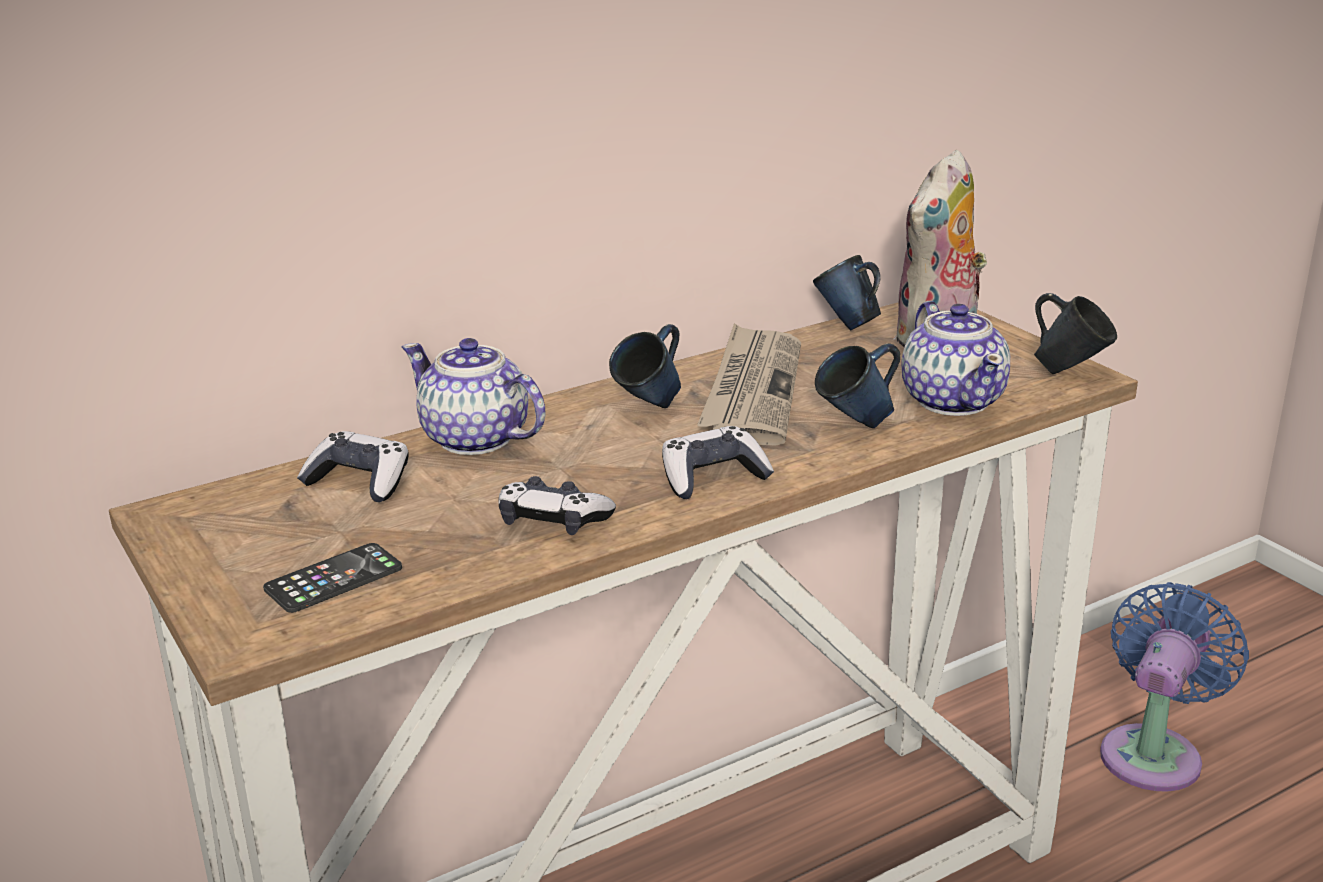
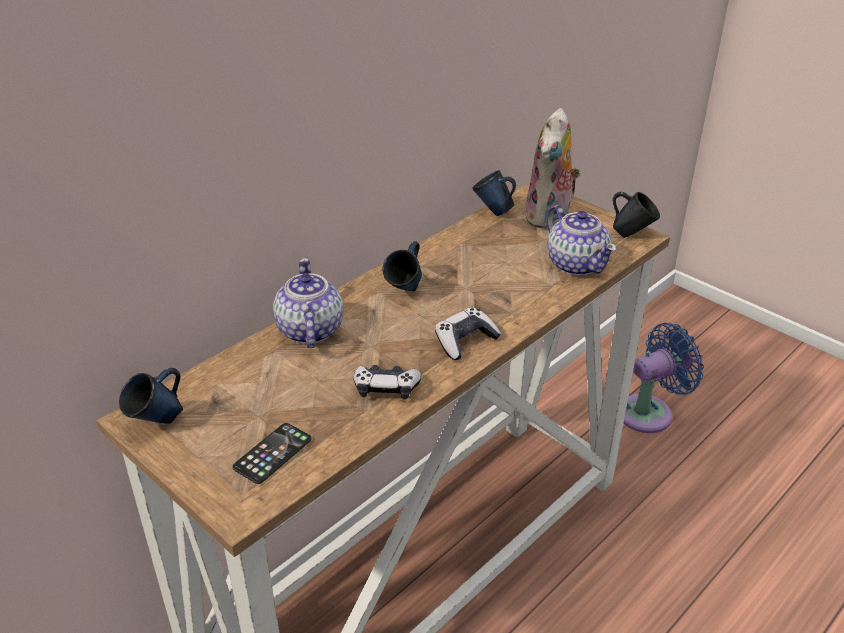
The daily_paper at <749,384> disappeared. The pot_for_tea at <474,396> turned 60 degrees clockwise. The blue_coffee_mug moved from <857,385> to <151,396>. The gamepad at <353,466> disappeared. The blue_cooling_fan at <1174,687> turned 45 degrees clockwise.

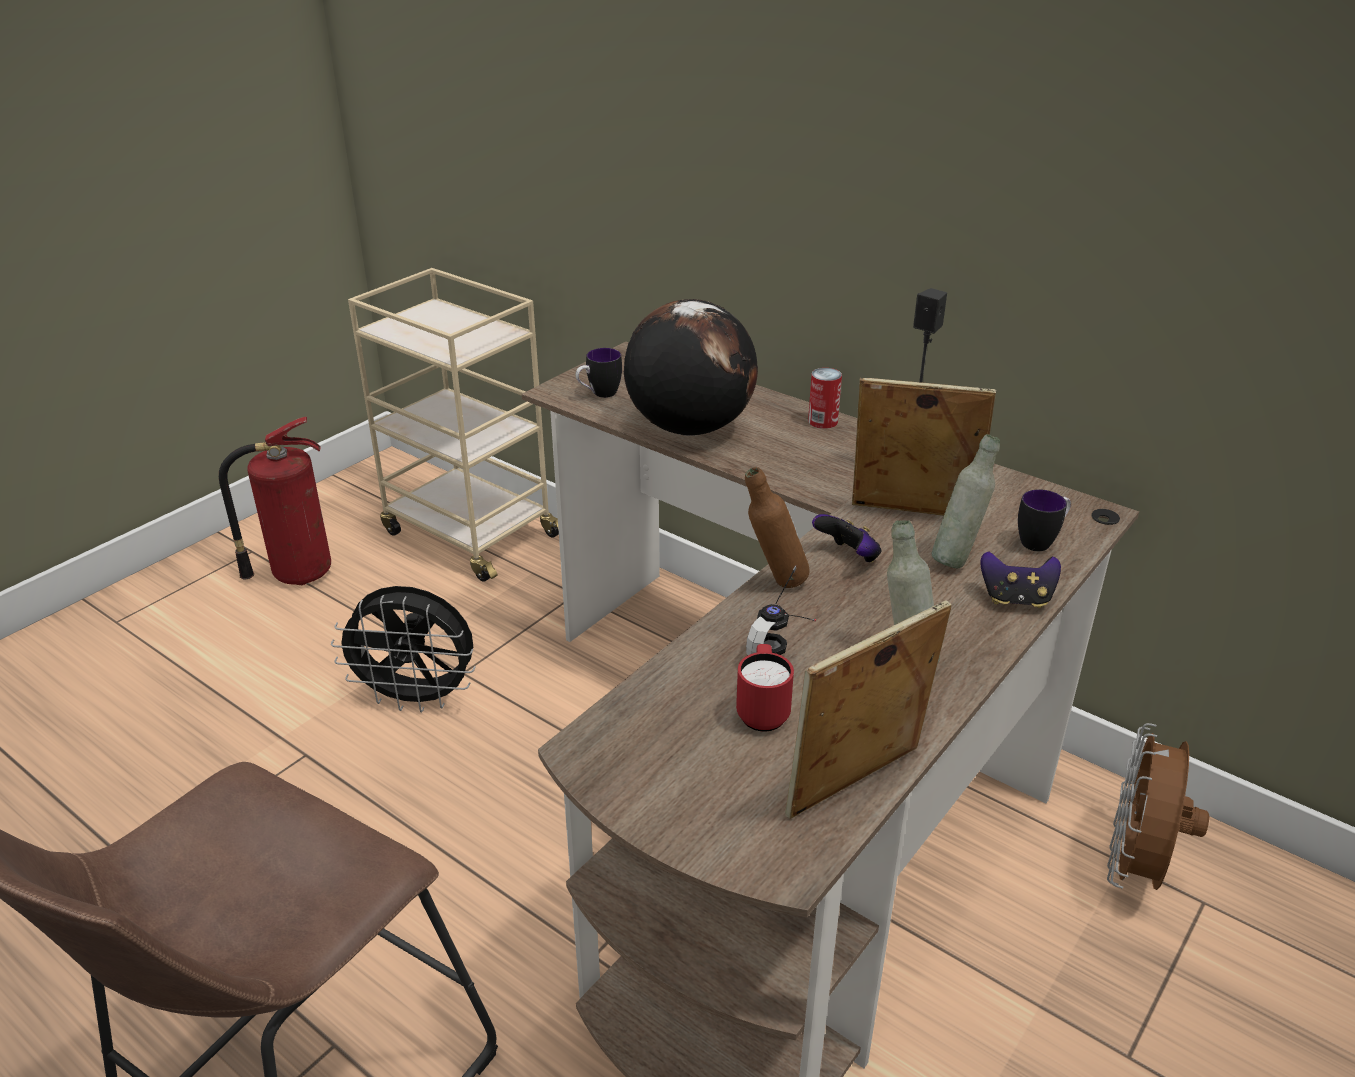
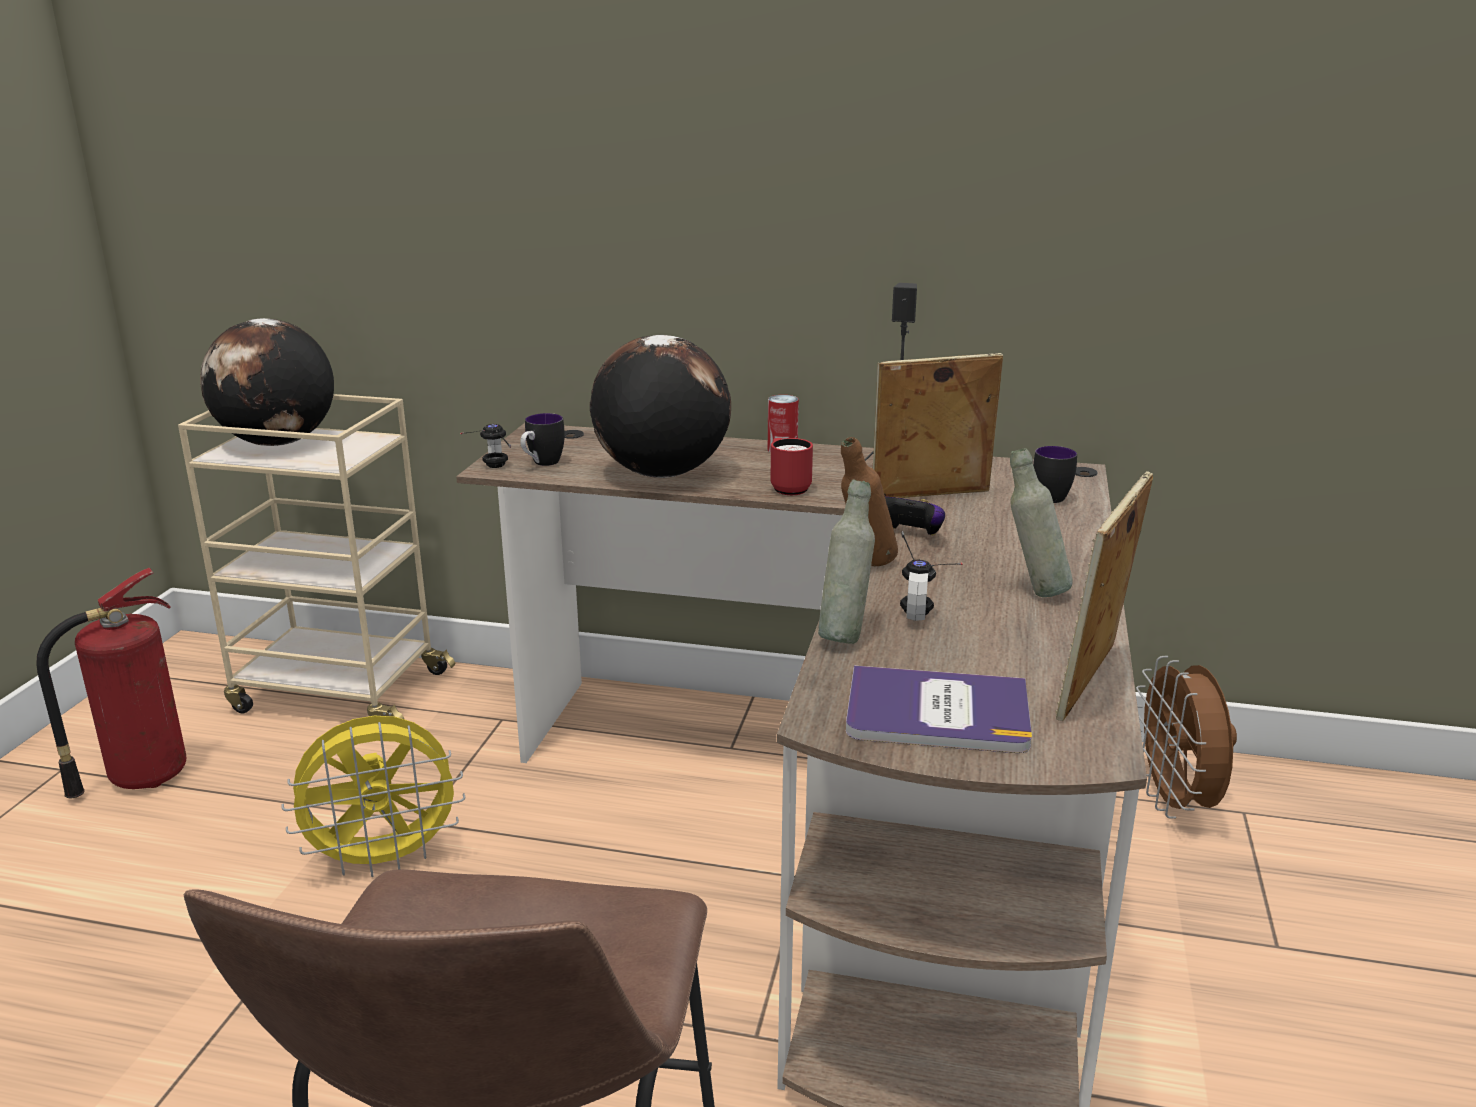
The grey_drink_bottle moved from <965,501> to <846,562>. The gamepad at <1020,580> disappeared. The black_cooling_fan at <403,649> became the yellow-coloured_cooling_fan at <373,796>. The red-coloured_coffee_mug moved from <765,688> to <791,466>. The globe at <267,382> appeared. The pair_of_headphones at <485,446> appeared. The book at <939,709> appeared.

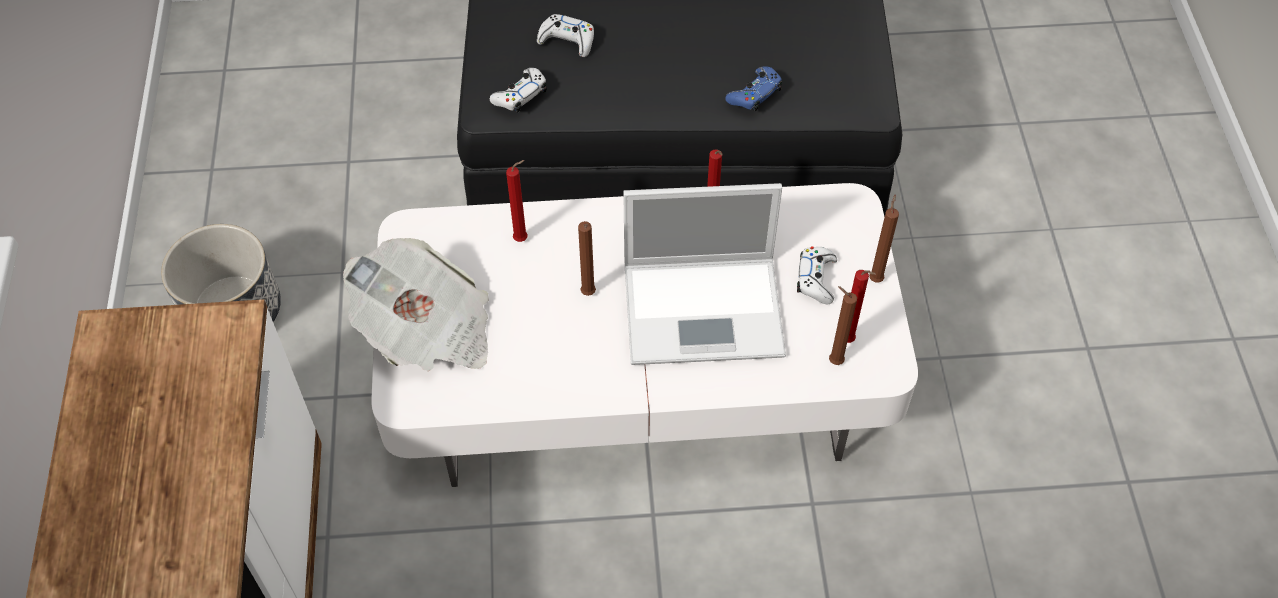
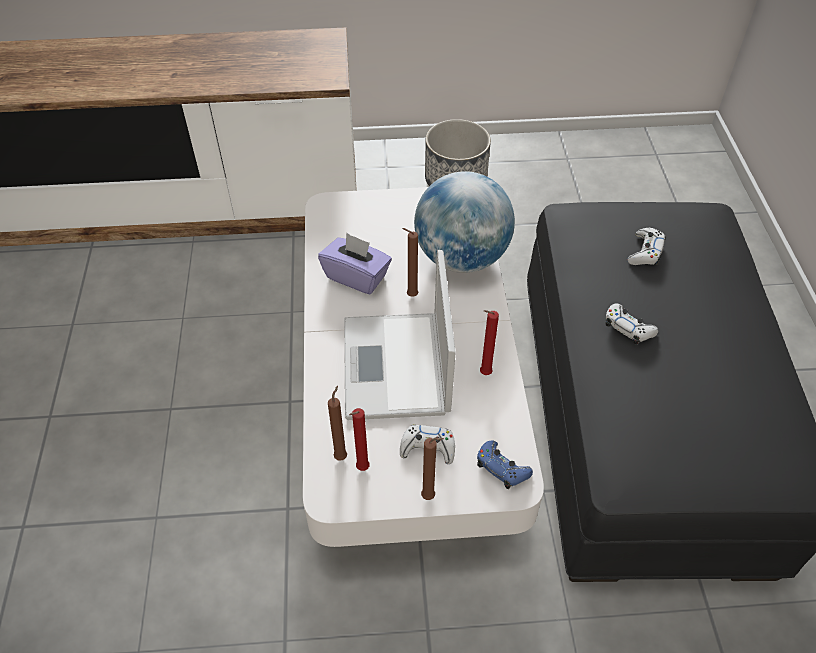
The blue_gamepad moved from <753,88> to <505,465>. The white-coloured_gamepad moved from <518,90> to <631,324>. The red-coloured_candle at <517,201> was replaced by the globe at <464,222>. The daily_paper at <416,304> disappeared. The purple_box_of_tissues at <355,263> appeared.

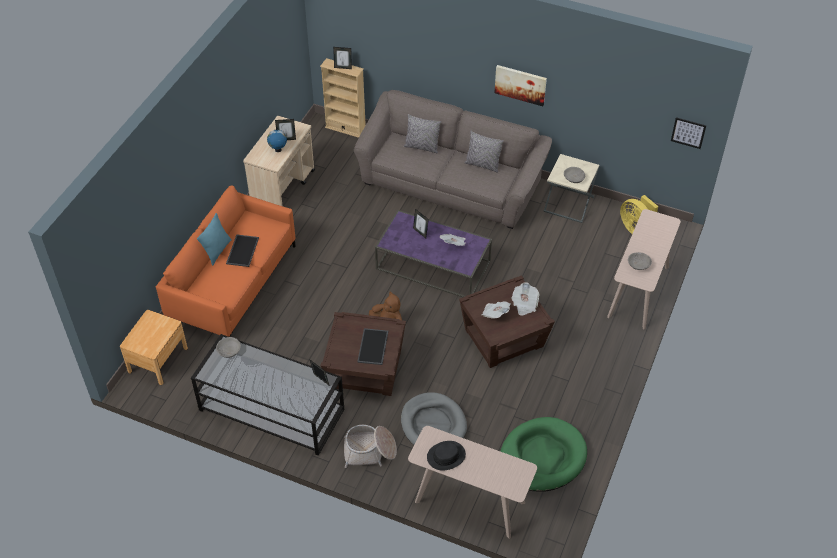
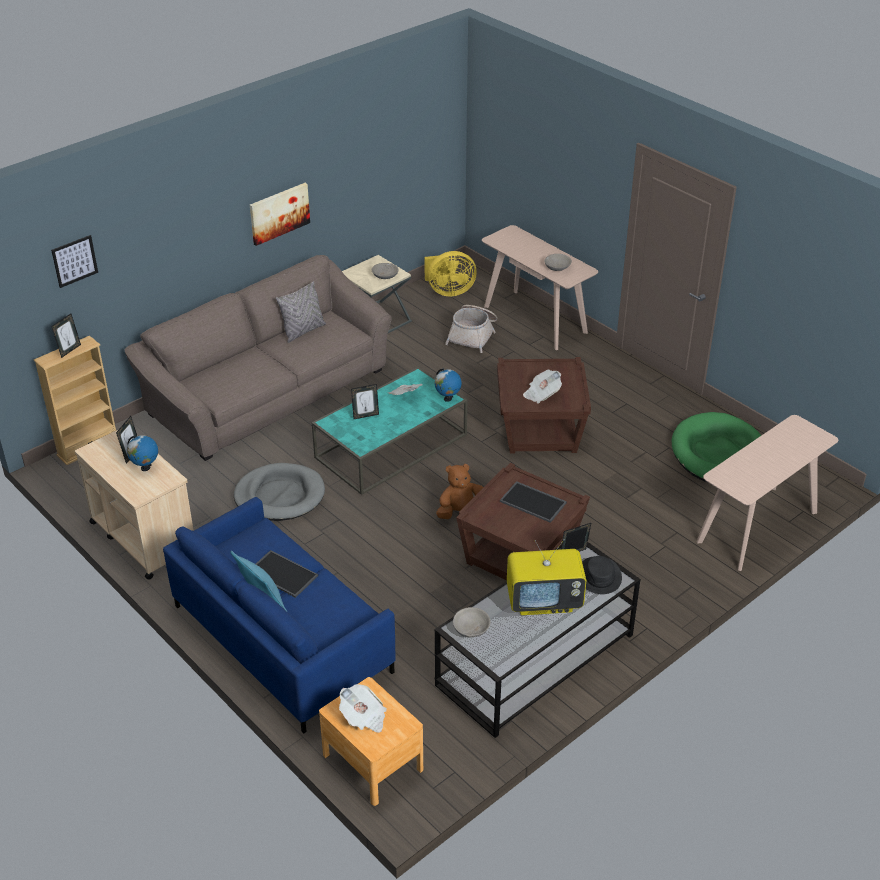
The grey_throw_pillow at <422,133> disappeared. The wall_art moved from <688,133> to <74,261>. The orange_couch at <226,261> became the blue_couch at <279,615>. The purple_coffee_table at <433,253> became the turquoise_coffee_table at <389,431>. The daily_paper moved from <525,299> to <363,708>. The grey_dog_cushion moved from <434,418> to <279,492>. The household_basket moved from <370,446> to <471,329>. The black_hat moved from <446,456> to <602,575>. The globe at <448,385> appeared. The TV_set at <546,577> appeared.

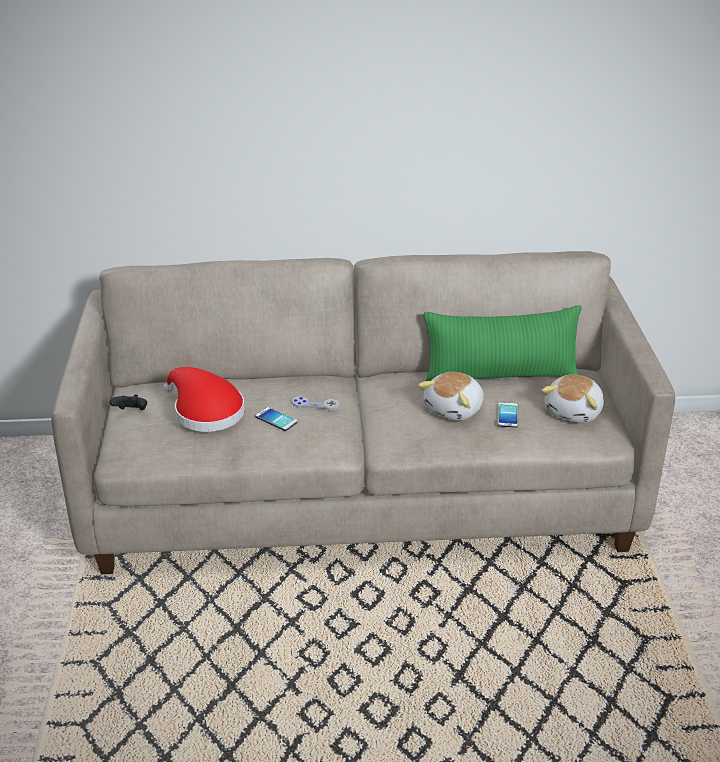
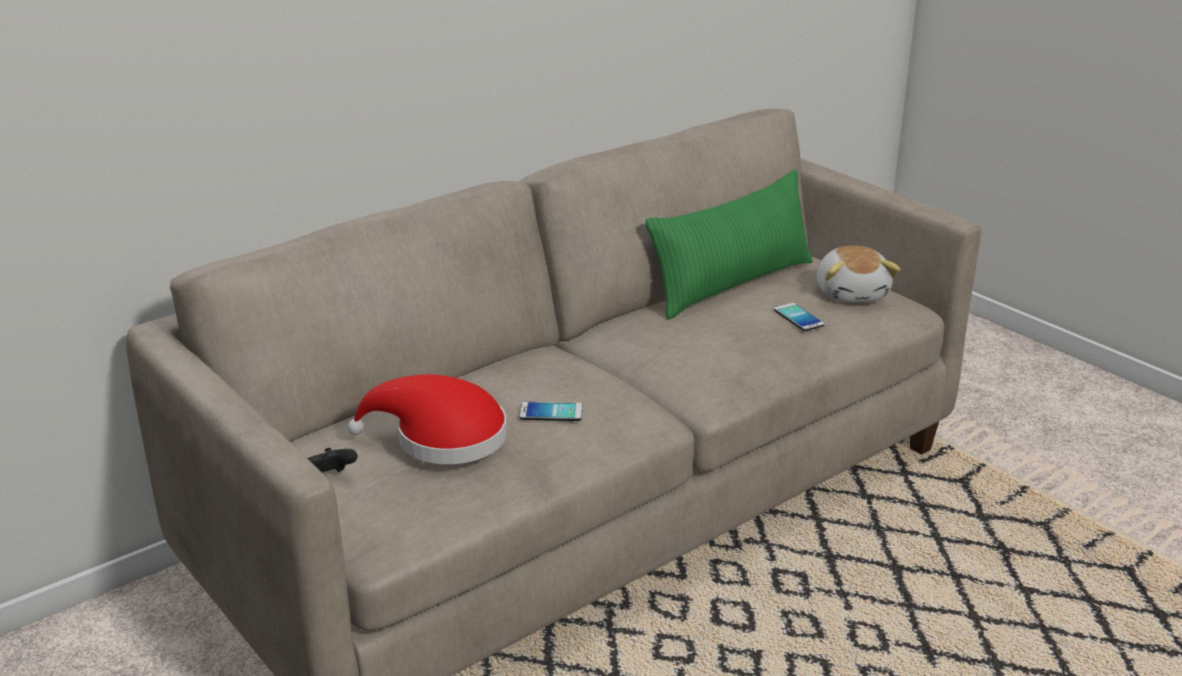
The plush_toy at <451,396> disappeared. The grey_gamepad at <316,403> disappeared.

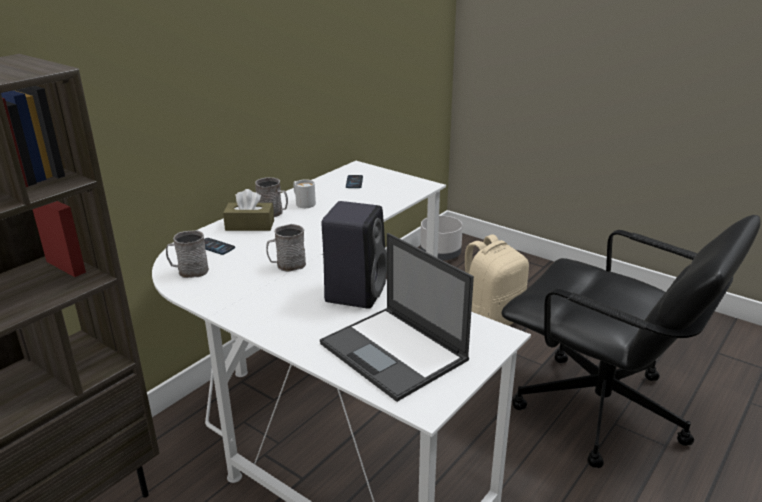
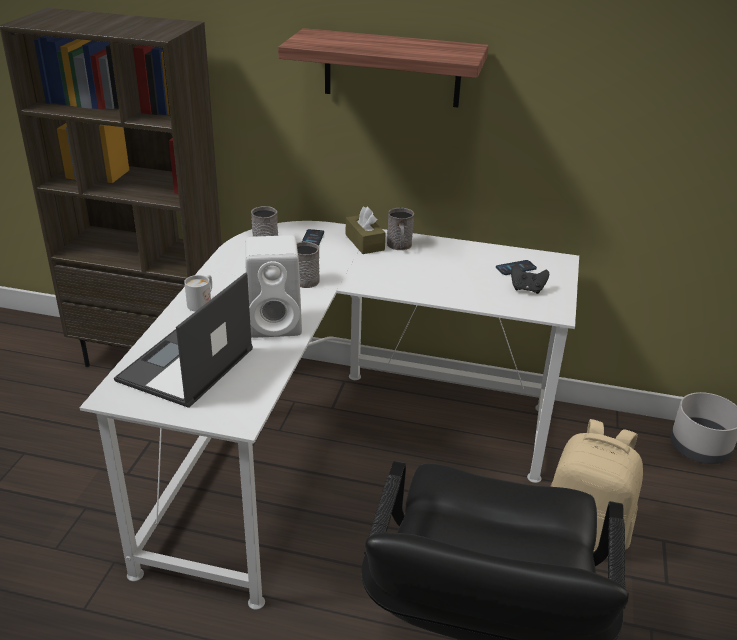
The white-coloured_coffee_mug moved from <304,193> to <198,293>. The black_speaker at <354,255> became the white-coloured_speaker at <273,286>. The wall_shelf at <383,67> appeared. The black_gamepad at <530,279> appeared.

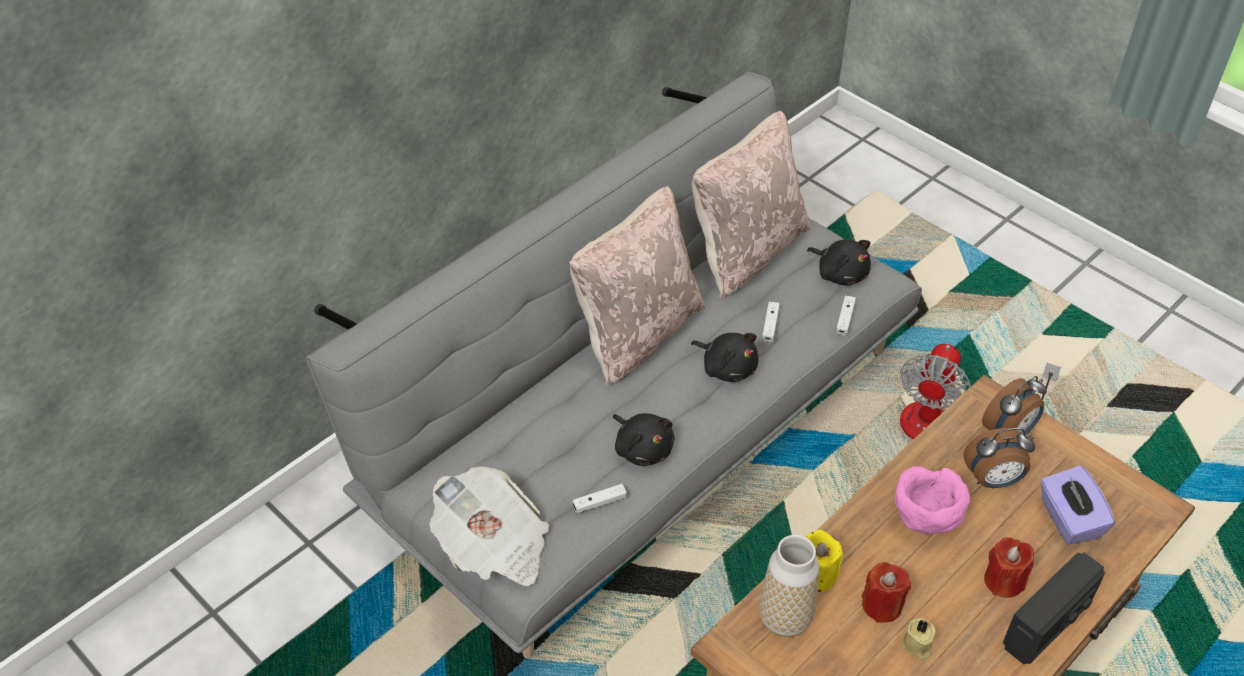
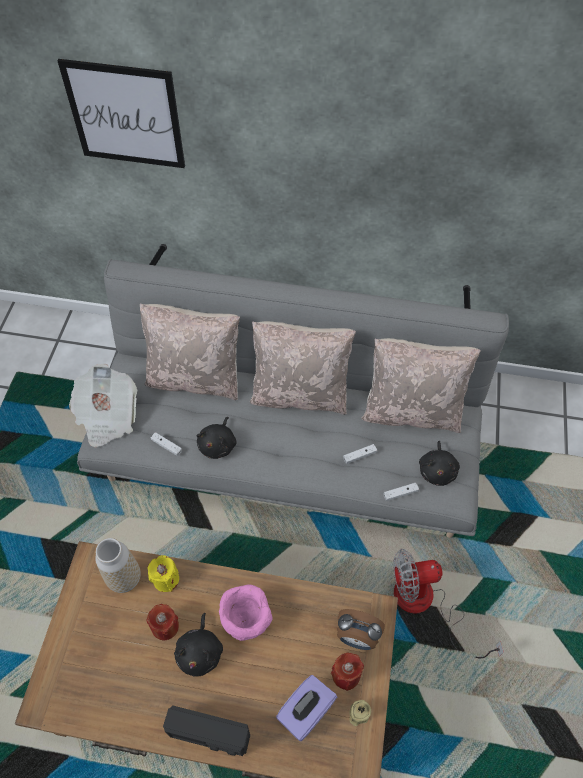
The black_plush_toy moved from <725,357> to <198,645>. The bedside_clock at <999,458> disappeared. The red-coloured_candle moved from <1009,567> to <347,671>. The sand-coloured_candle moved from <918,639> to <360,713>. The wall_art at <121,113> appeared. The sand-coloured_throw_pillow at <190,351> appeared.

